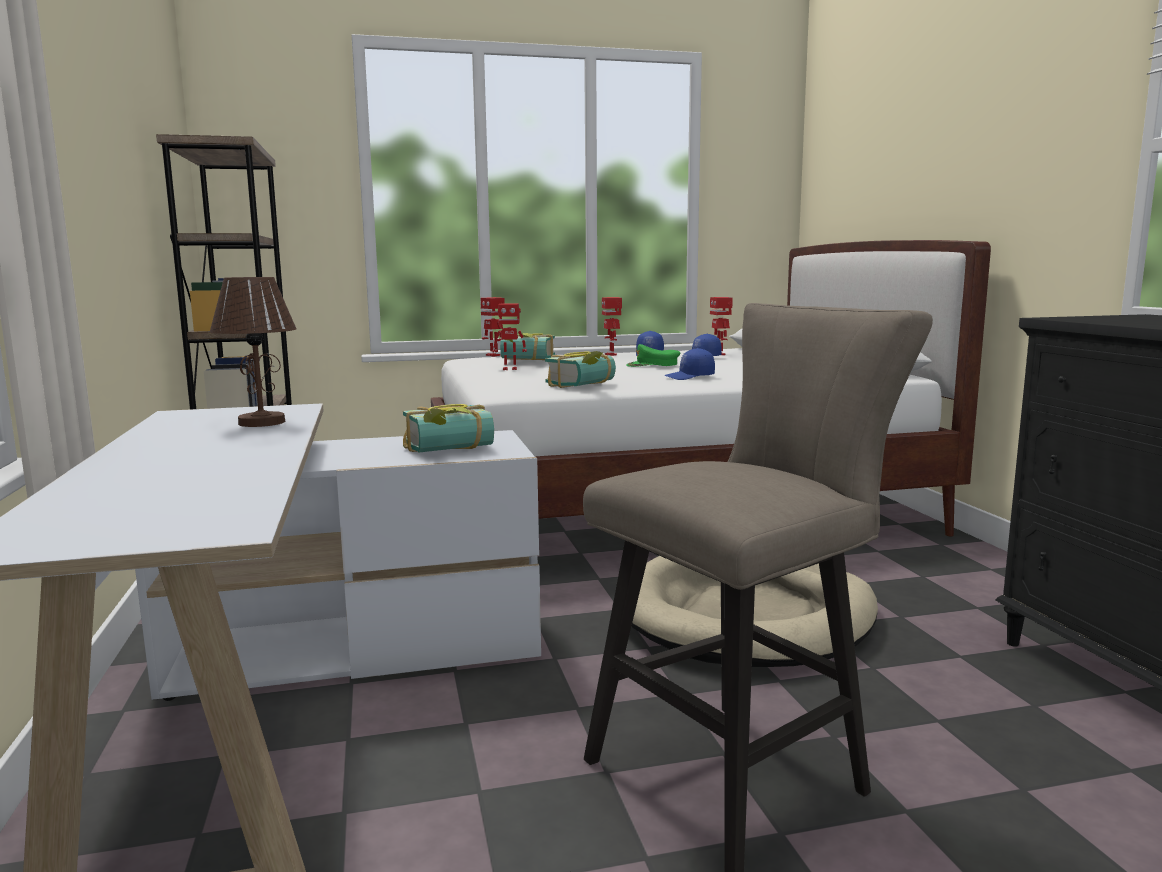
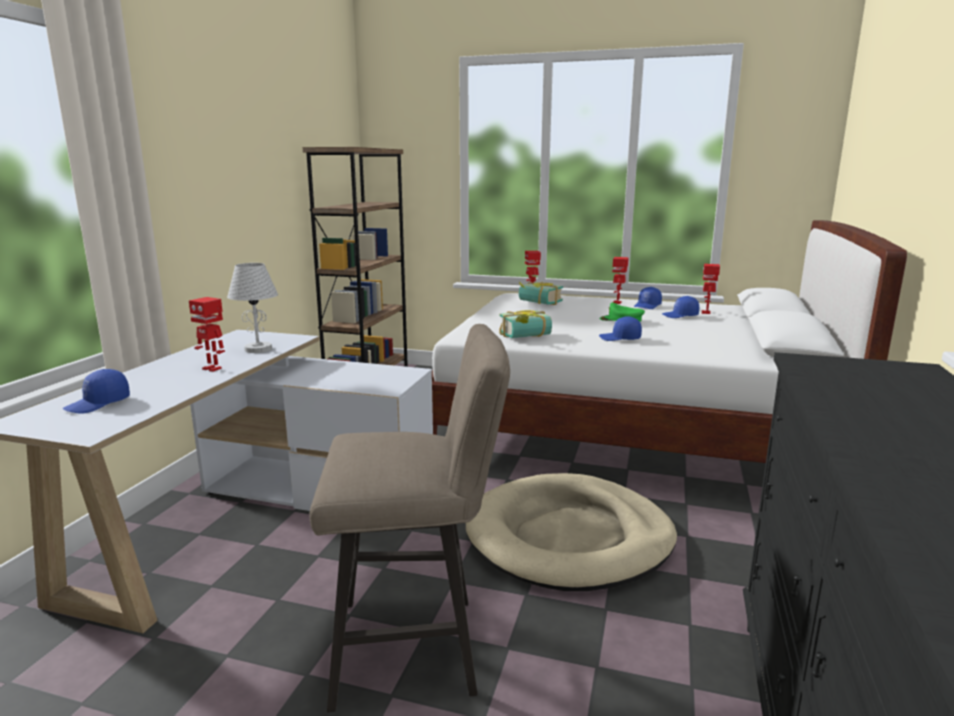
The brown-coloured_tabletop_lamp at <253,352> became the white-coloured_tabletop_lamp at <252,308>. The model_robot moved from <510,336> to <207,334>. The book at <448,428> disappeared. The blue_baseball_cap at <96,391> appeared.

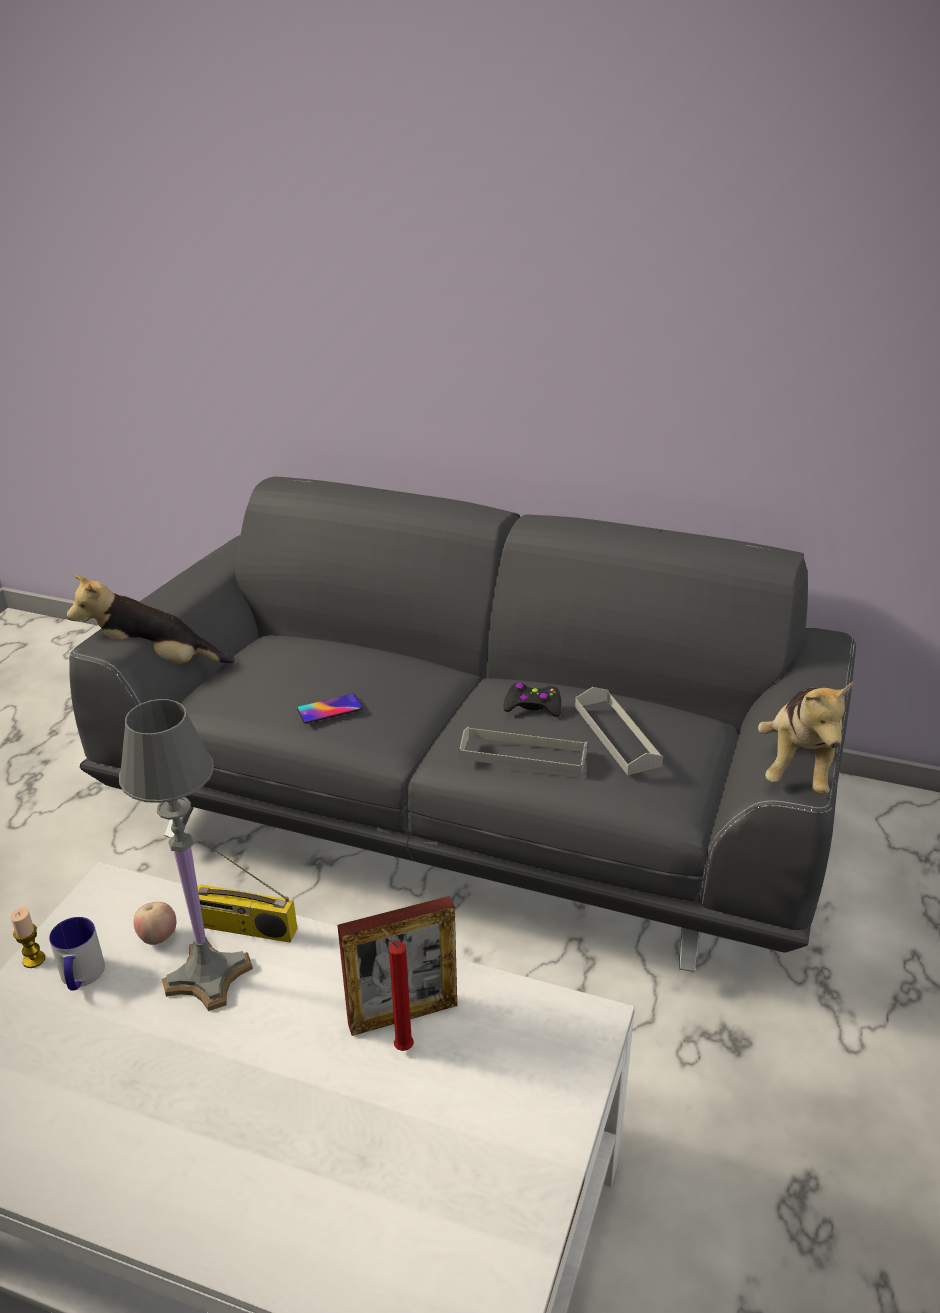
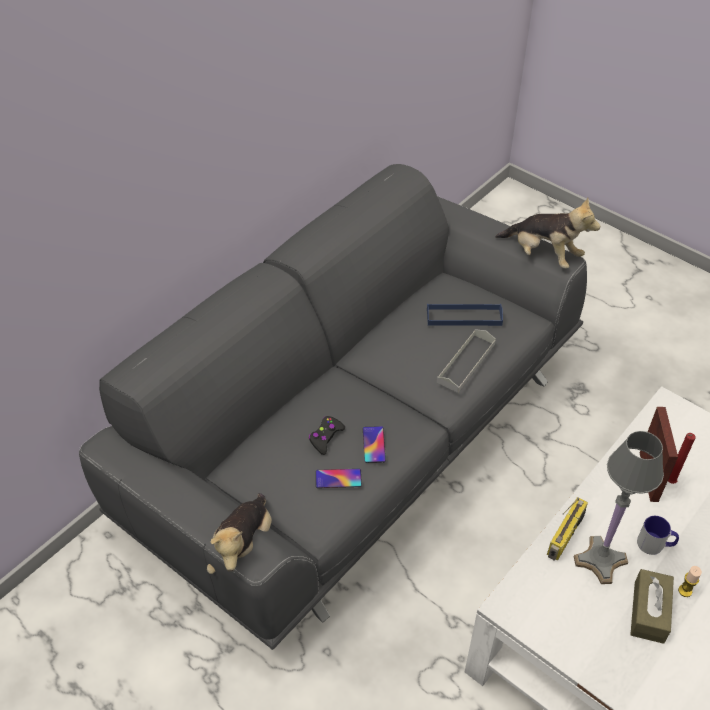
The black_gamepad moved from <532,700> to <327,435>. The grey_serving_tray at <619,731> became the blue_serving_tray at <465,314>. The whole_apple at <154,923> disappeared. The candle moved from <27,937> to <690,581>. The coffee_mug moved from <77,954> to <658,535>. The phone at <339,478> appeared. The brown-coloured_box_of_tissues at <652,606> appeared.

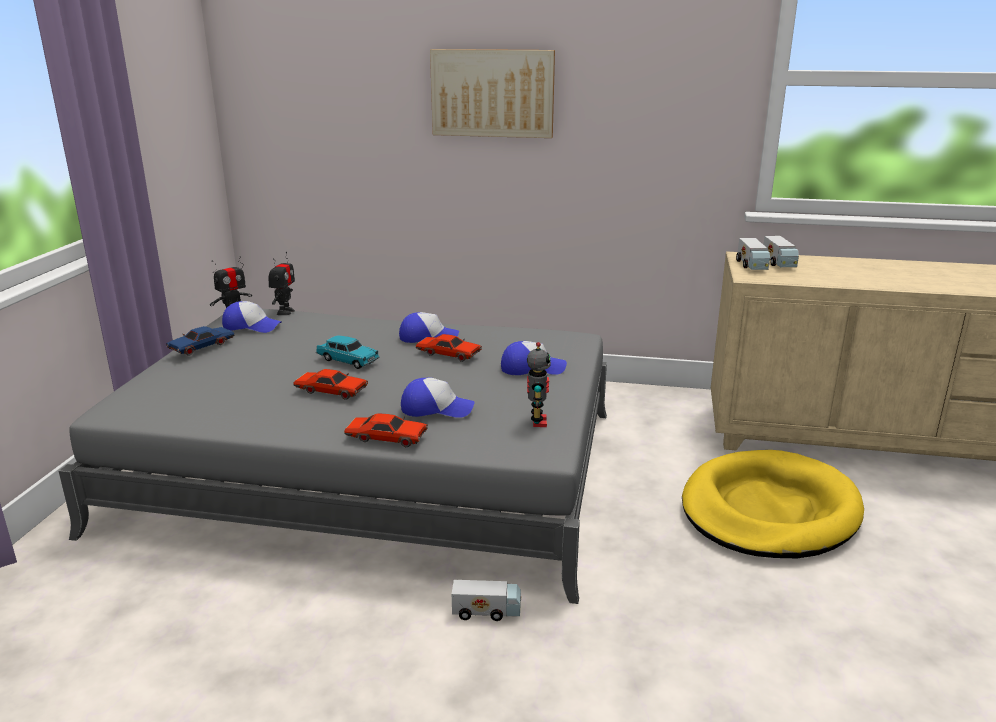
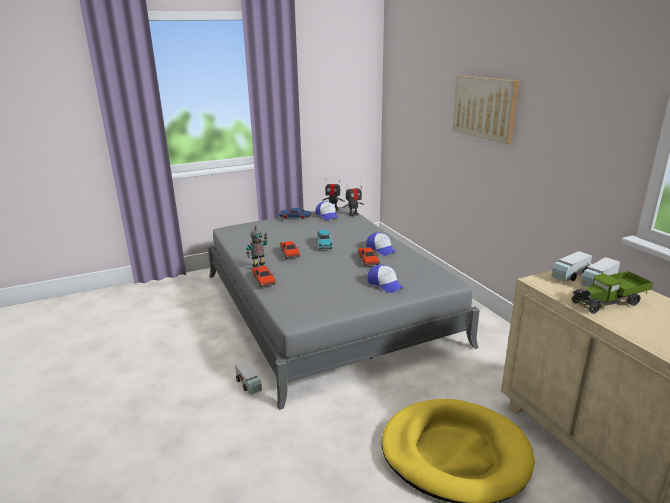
The model_robot moved from <539,384> to <257,247>. The baseball_cap at <438,397> disappeared. The toy_truck at <612,292> appeared.

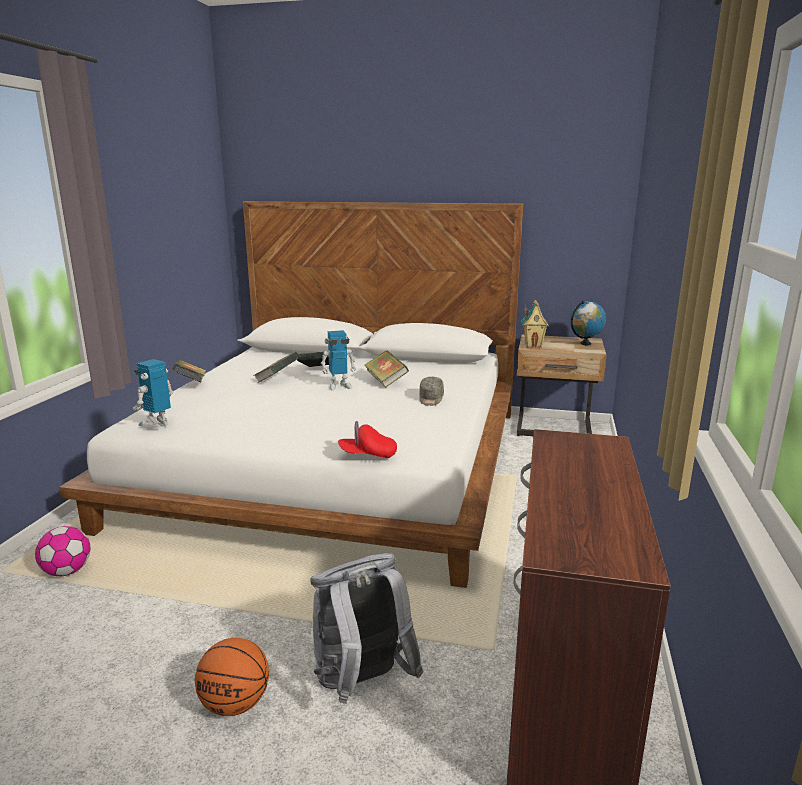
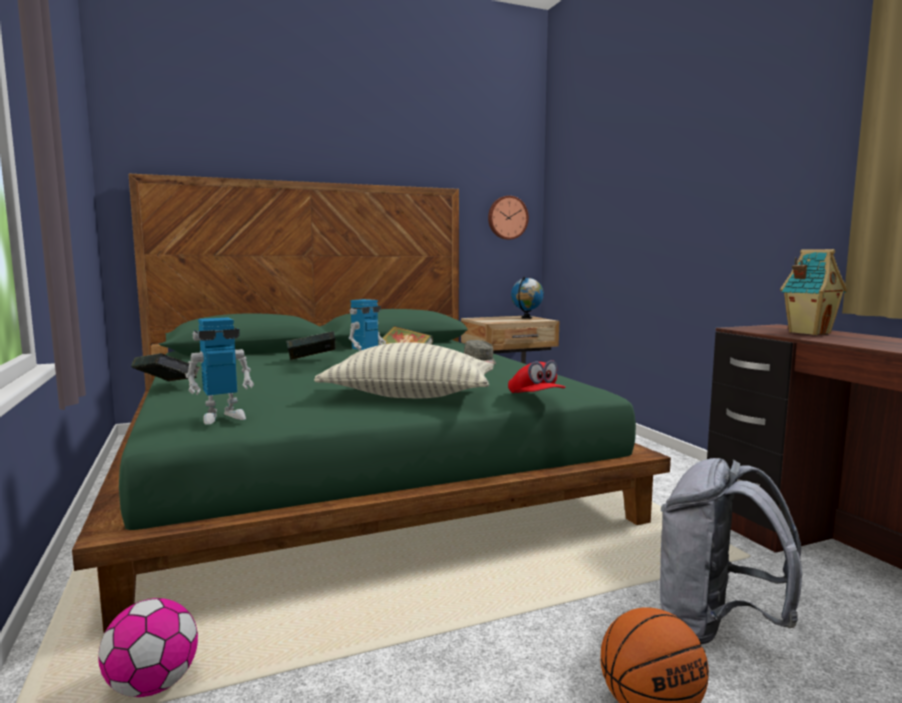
The white-coloured_bed at <291,394> became the green-coloured_bed at <371,403>. The model_house moved from <535,324> to <814,292>. The book at <276,367> disappeared. The model_robot at <153,393> turned 120 degrees counterclockwise. The red-coloured_baseball_cap at <367,439> turned 75 degrees counterclockwise. The clock_on_the_wall at <508,218> appeared. The throw_pillow at <404,370> appeared.

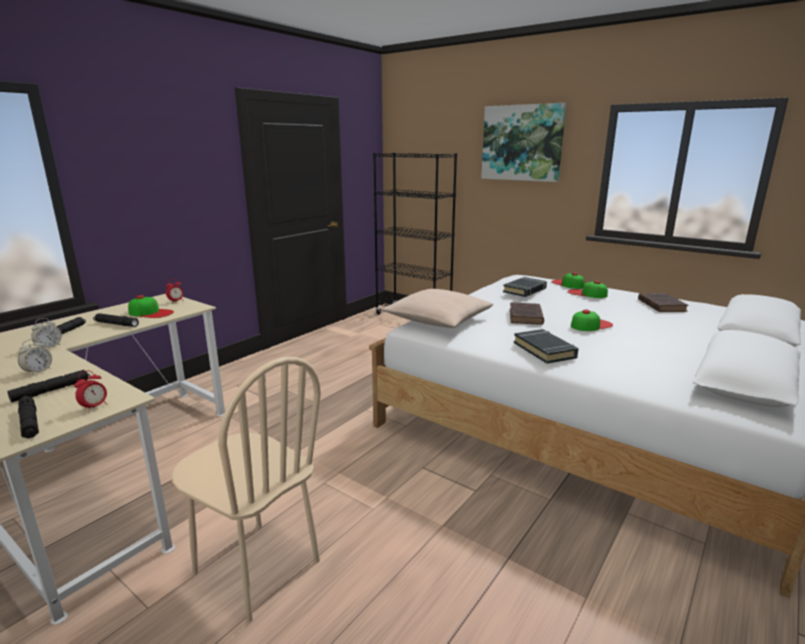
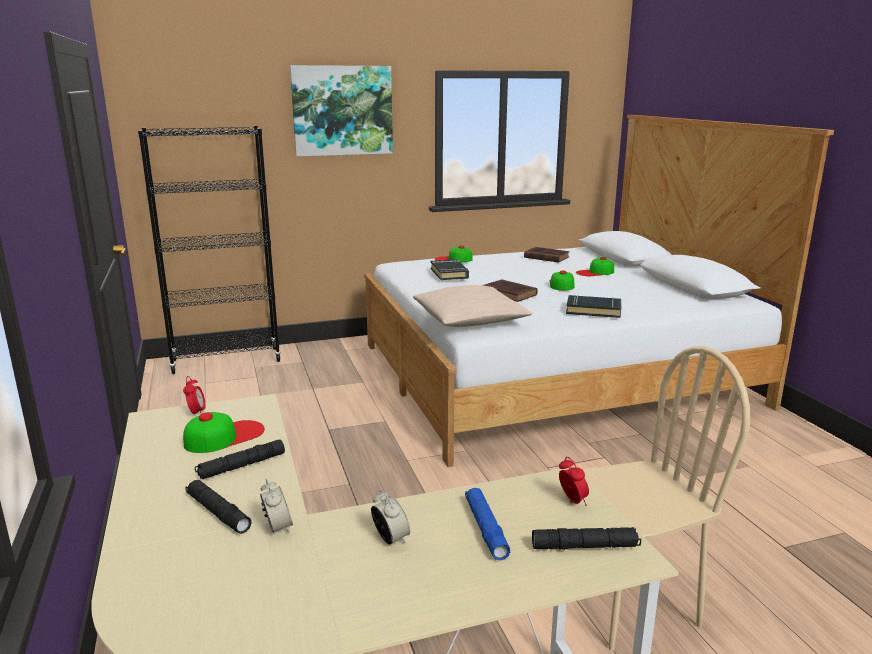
The baseball_cap moved from <587,289> to <595,266>. The black_hand_torch at <48,386> became the blue_hand_torch at <487,524>.

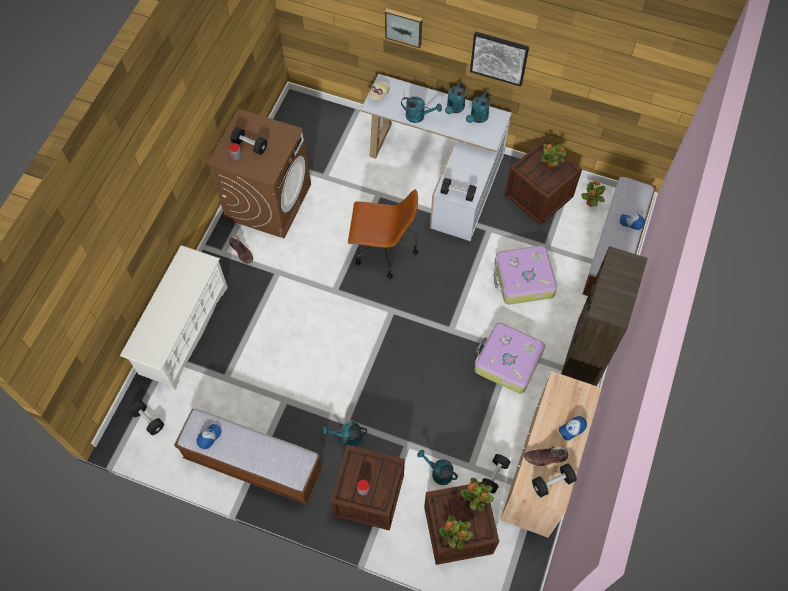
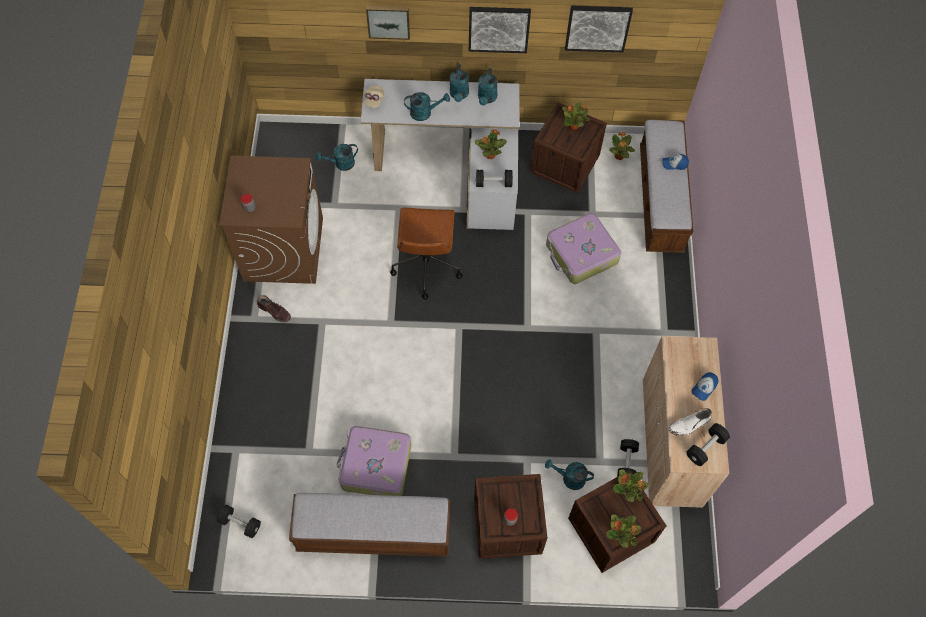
The black_free_weight at <248,141> disappeared. The brown-coloured_office_chair at <383,234> turned 105 degrees clockwise. The white-coloured_shoe_shelf at <174,317> disappeared. The brown-coloured_bookcase at <604,316> disappeared. The piece_of_luggage moved from <509,358> to <374,461>. The turquoise_watering_pot moved from <344,434> to <337,157>. The baseball_cap at <209,436> disappeared. The brown-coloured_high-top_boot at <546,456> became the white-coloured_high-top_boot at <690,422>. The wall_art at <599,29> appeared. The plant_in_a_pot at <491,144> appeared.

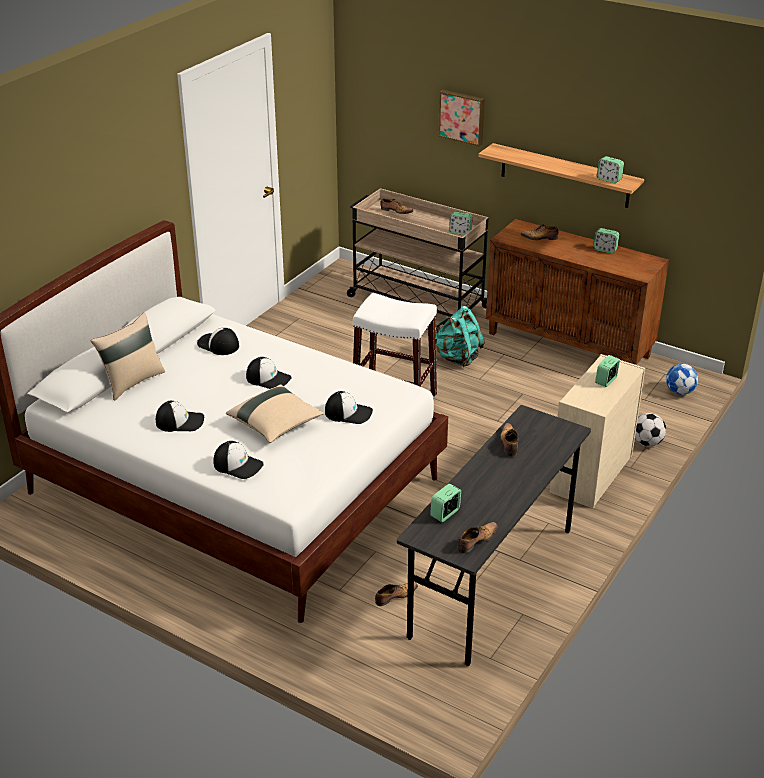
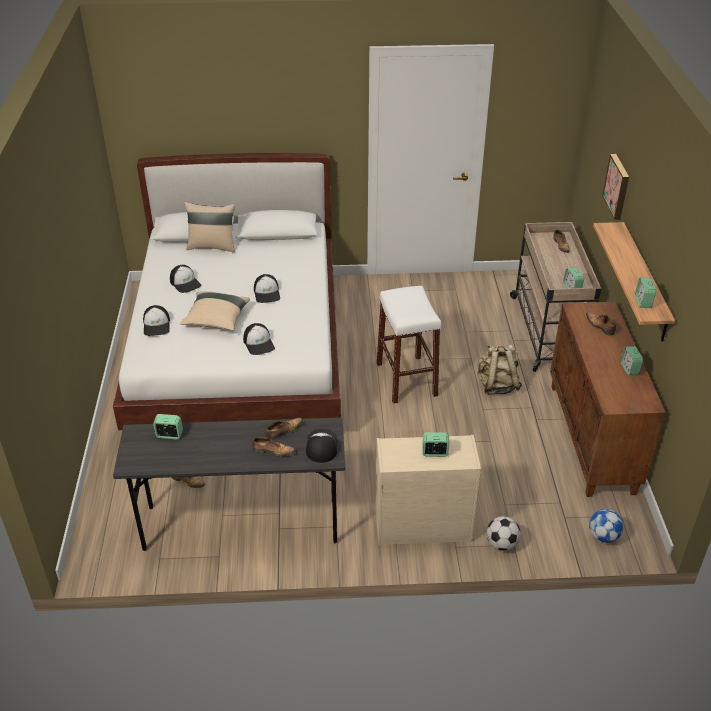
The turquoise_knapsack at <460,336> became the sand-coloured_knapsack at <499,369>. The baseball_cap moved from <218,341> to <321,446>. The item_of_footwear moved from <478,537> to <273,446>.

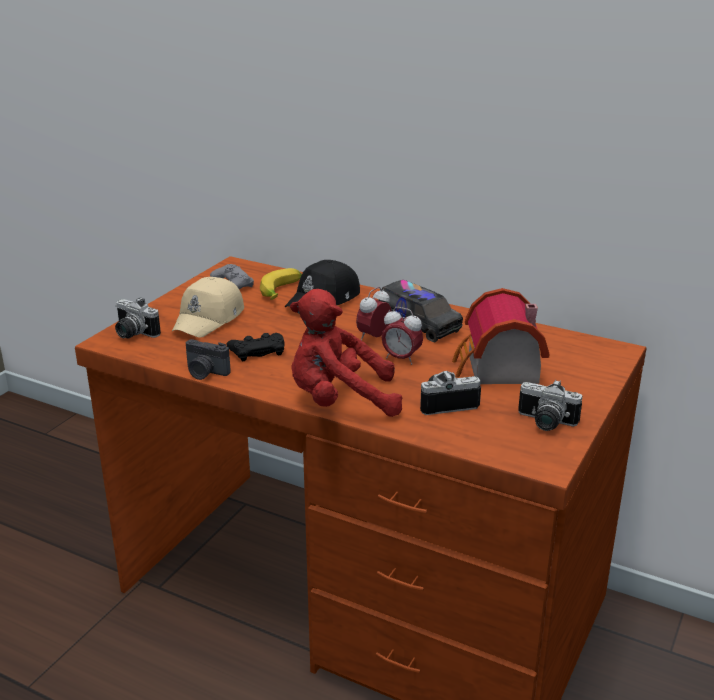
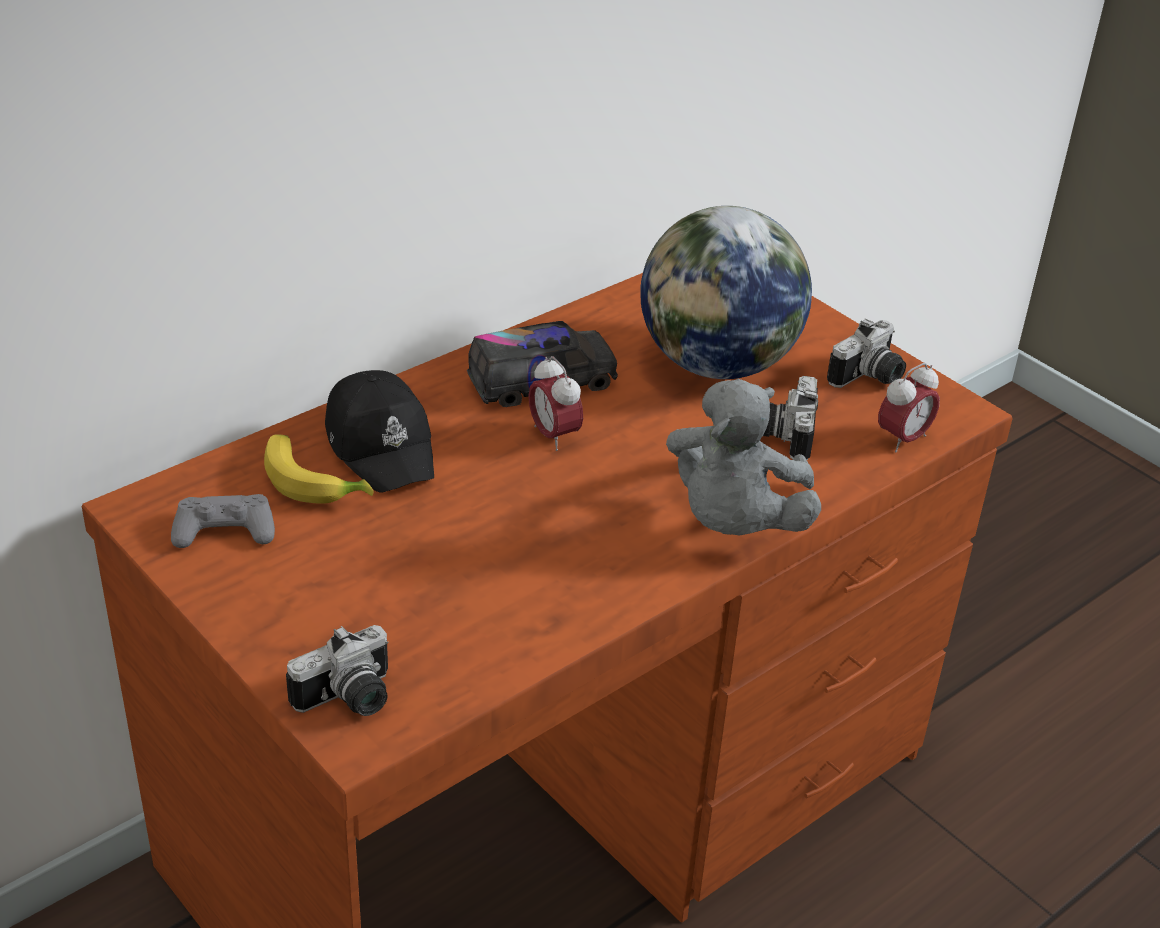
The sand-coloured_baseball_cap at <208,307> disappeared. The model_house at <501,336> was replaced by the globe at <726,292>. The red-coloured_plush_toy at <346,353> became the grey_plush_toy at <743,457>. The bedside_clock moved from <402,336> to <909,407>. The black_gamepad at <255,347> disappeared. The still_camera at <208,359> disappeared.

